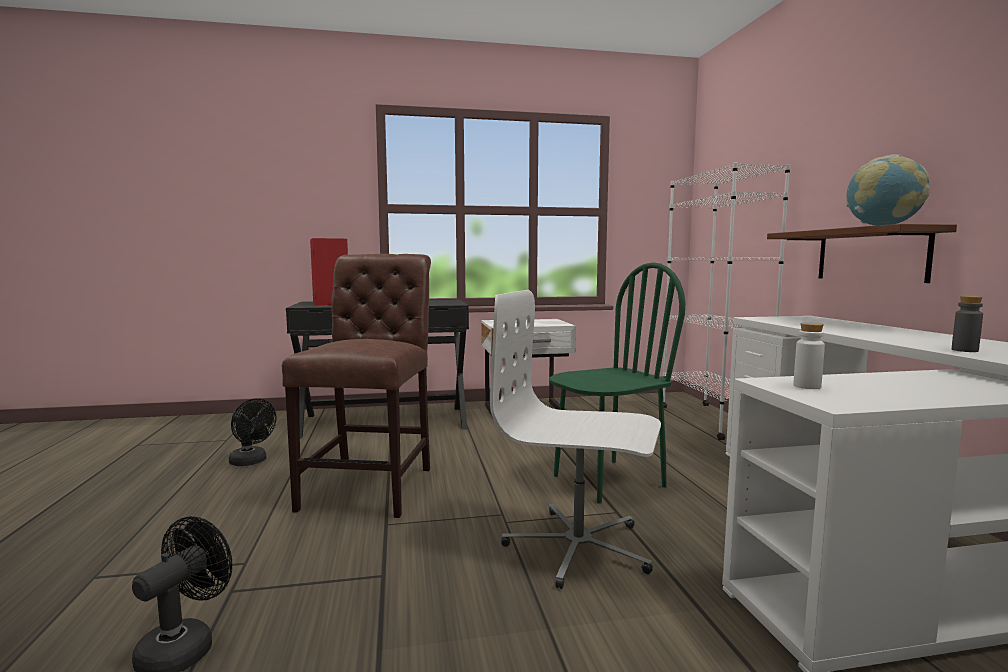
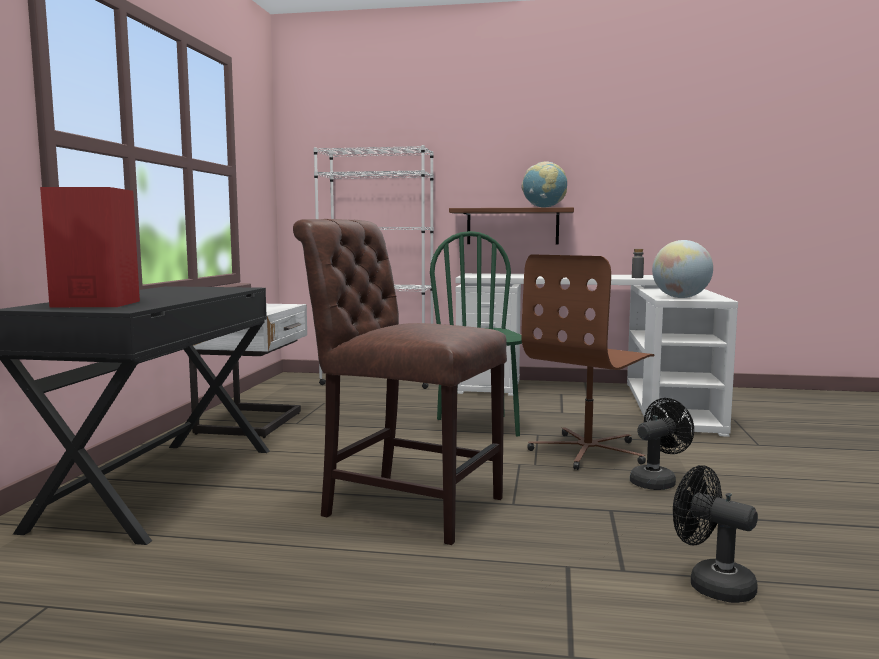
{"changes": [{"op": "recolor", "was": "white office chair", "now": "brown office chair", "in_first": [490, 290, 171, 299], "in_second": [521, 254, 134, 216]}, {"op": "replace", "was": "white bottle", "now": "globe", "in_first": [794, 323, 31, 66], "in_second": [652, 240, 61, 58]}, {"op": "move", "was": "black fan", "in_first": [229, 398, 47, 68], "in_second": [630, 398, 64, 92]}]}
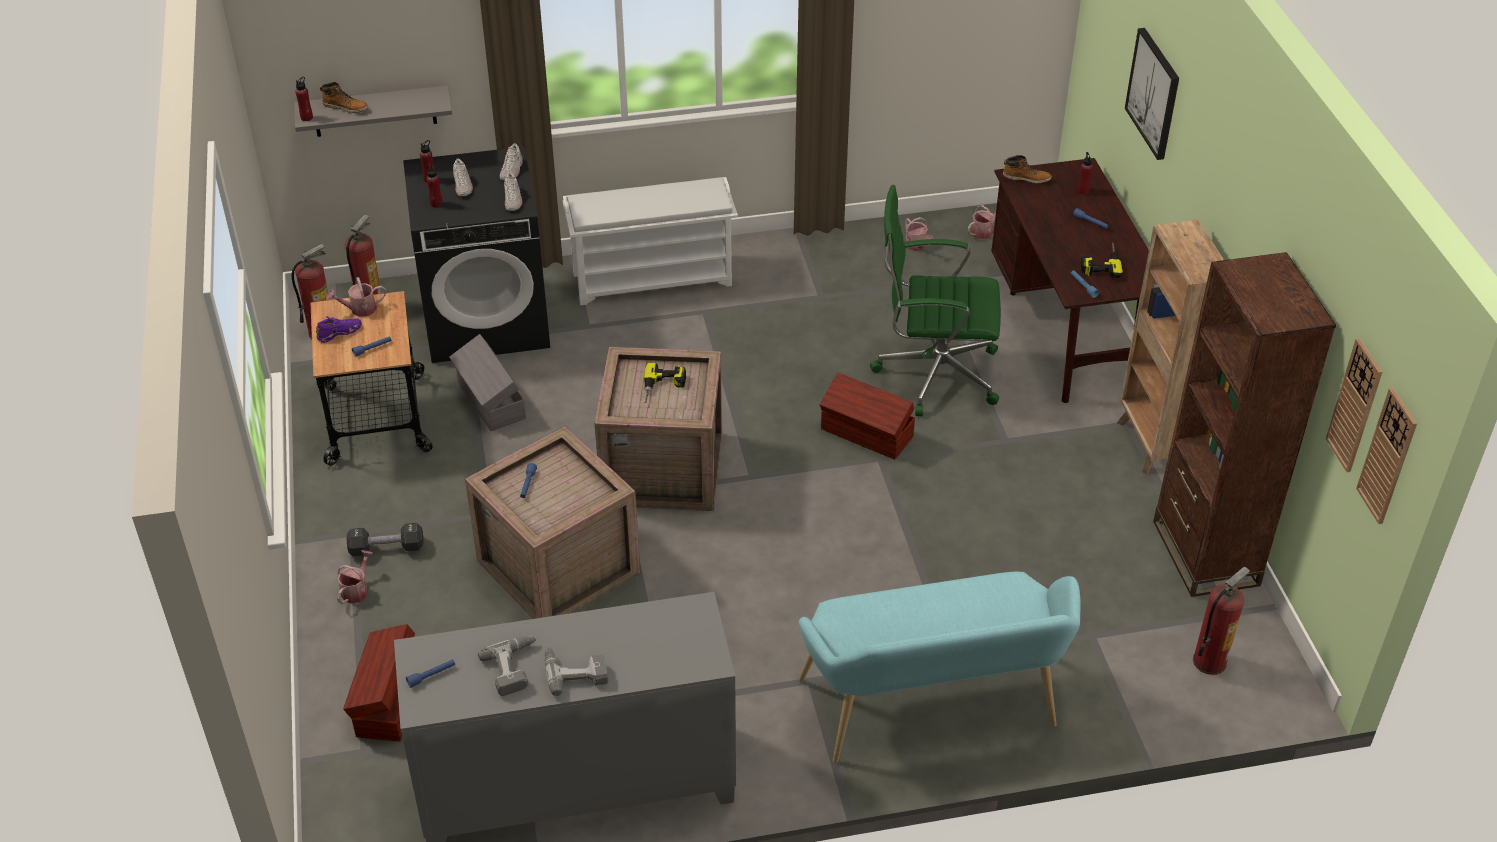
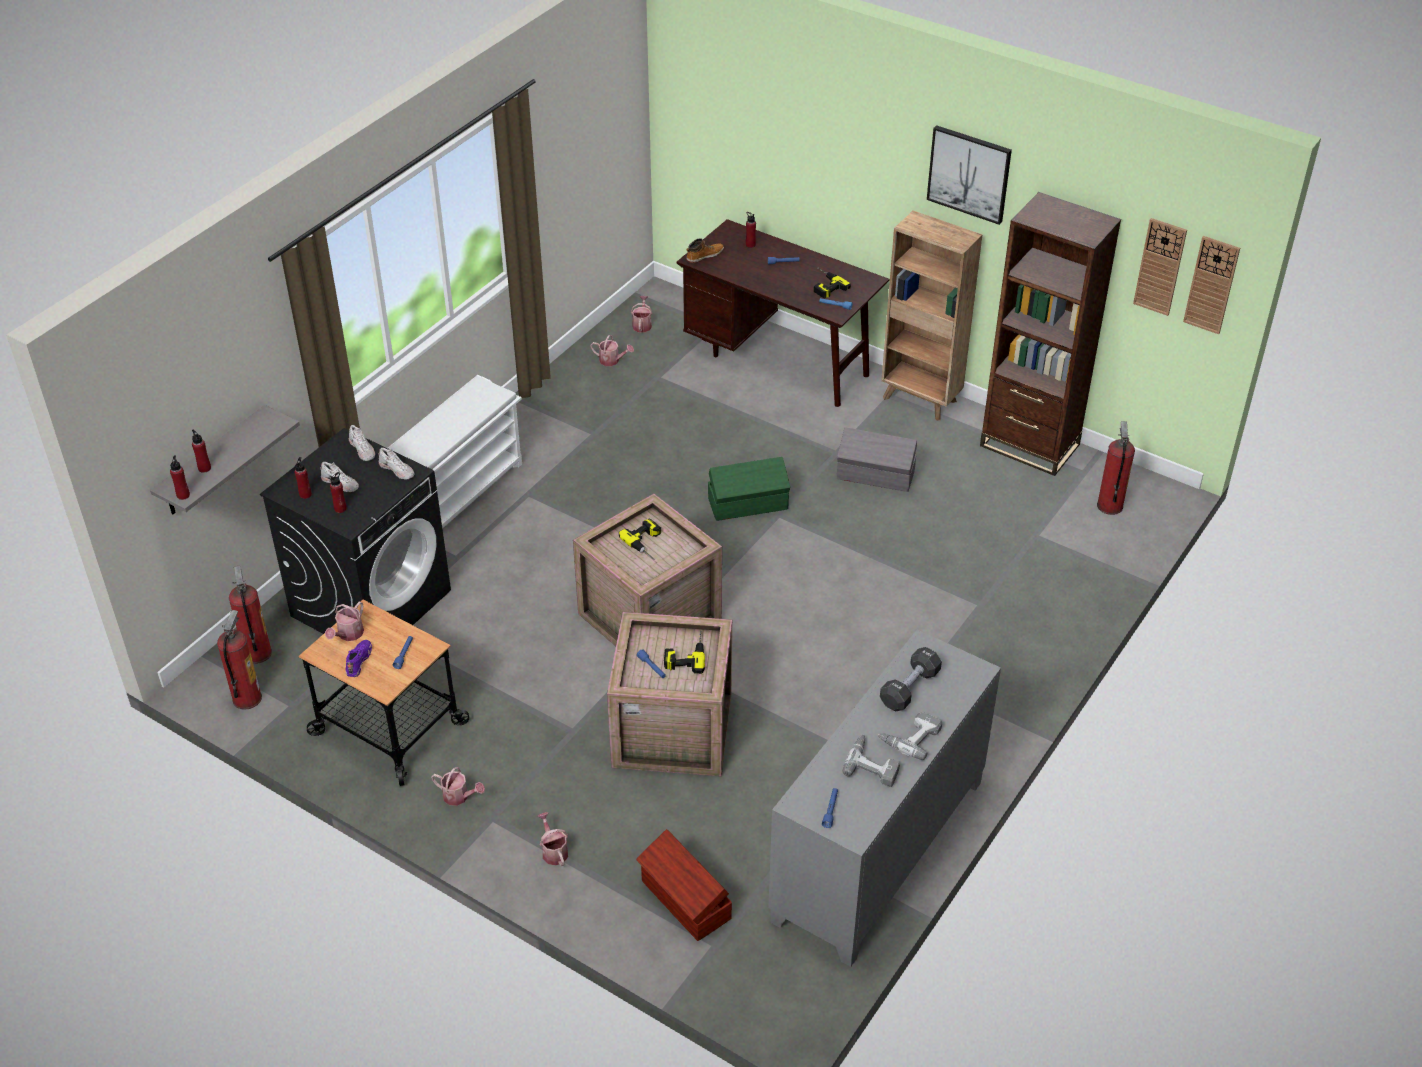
{"changes": [{"op": "move", "was": "picture", "in_first": [1125, 28, 54, 132], "in_second": [927, 125, 85, 100]}, {"op": "replace", "was": "boot", "now": "red bottle", "in_first": [320, 82, 48, 31], "in_second": [192, 430, 19, 43]}, {"op": "delete", "was": "green office chair", "in_first": [870, 185, 131, 231]}, {"op": "move", "was": "grey storage box", "in_first": [449, 334, 77, 97], "in_second": [837, 427, 80, 65]}, {"op": "recolor", "was": "brown storage box", "now": "green storage box", "in_first": [820, 373, 95, 87], "in_second": [708, 457, 82, 64]}, {"op": "move", "was": "black dumbbell", "in_first": [347, 523, 77, 33], "in_second": [880, 647, 62, 64]}, {"op": "delete", "was": "turquoise bench", "in_first": [799, 572, 282, 191]}, {"op": "insert", "now": "power drill", "in_second": [664, 631, 41, 43]}, {"op": "insert", "now": "watering can", "in_second": [431, 767, 54, 39]}]}
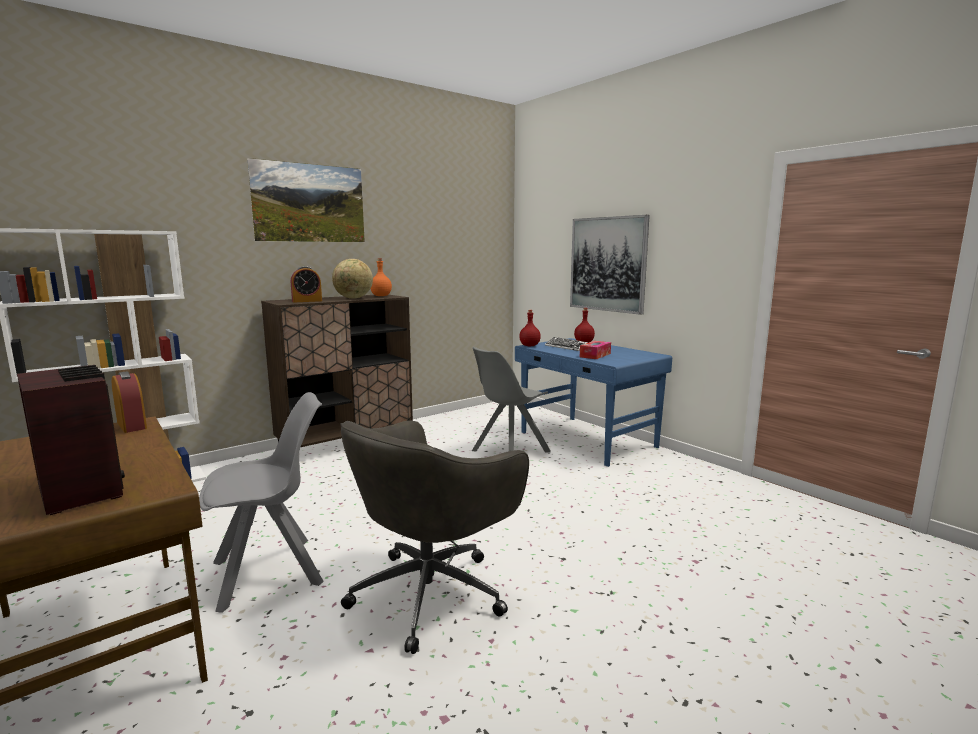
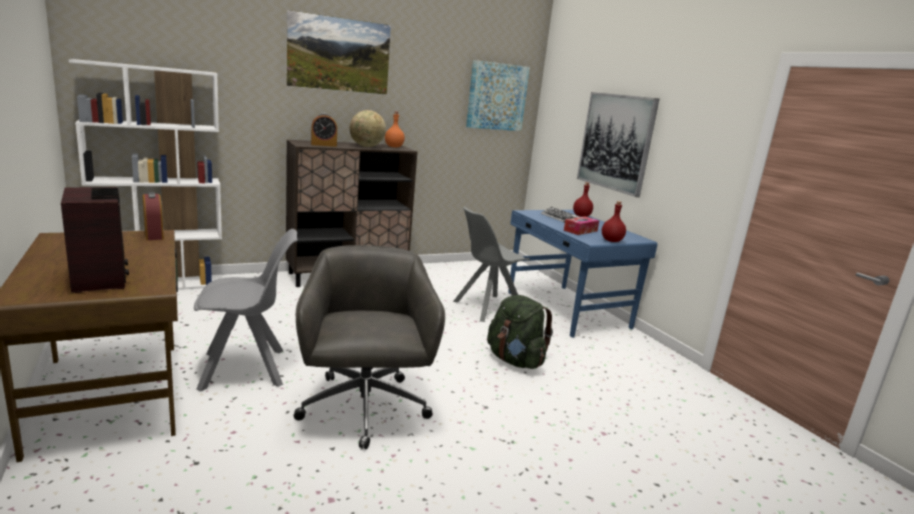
{"changes": [{"op": "move", "was": "red bottle", "in_first": [519, 310, 22, 36], "in_second": [602, 201, 24, 41]}, {"op": "rotate", "was": "grey office chair", "in_first": [340, 421, 189, 233], "in_second": [294, 245, 151, 204], "clockwise": 120}, {"op": "insert", "now": "picture", "in_second": [466, 60, 64, 71]}, {"op": "insert", "now": "green backpack", "in_second": [487, 295, 66, 74]}]}
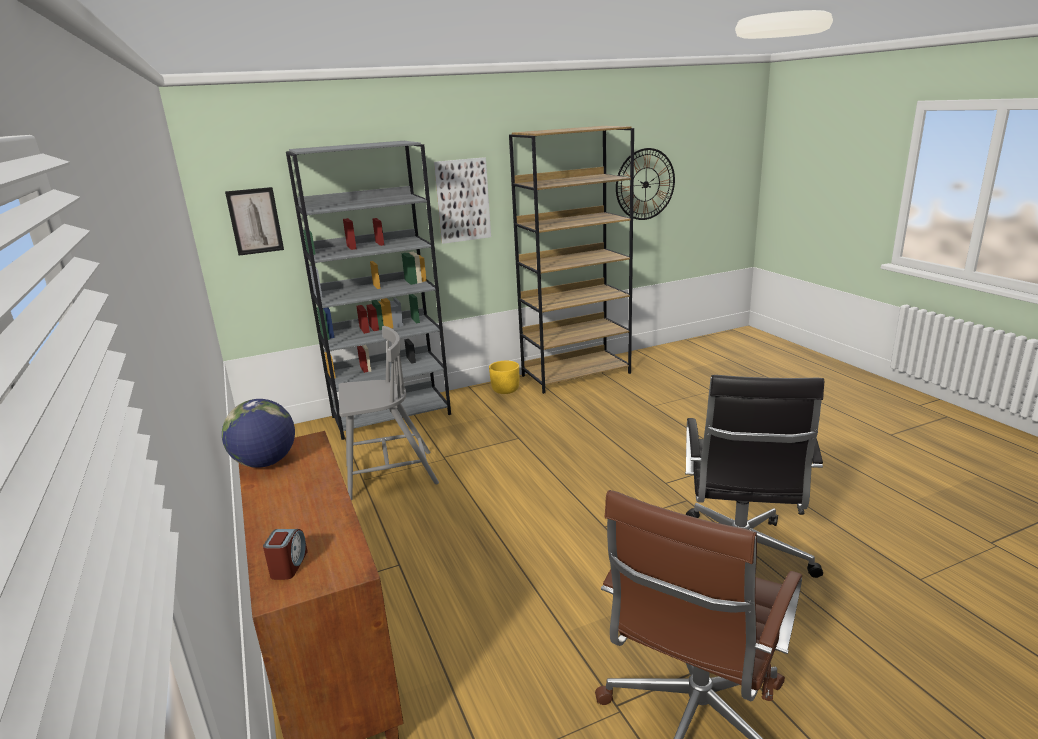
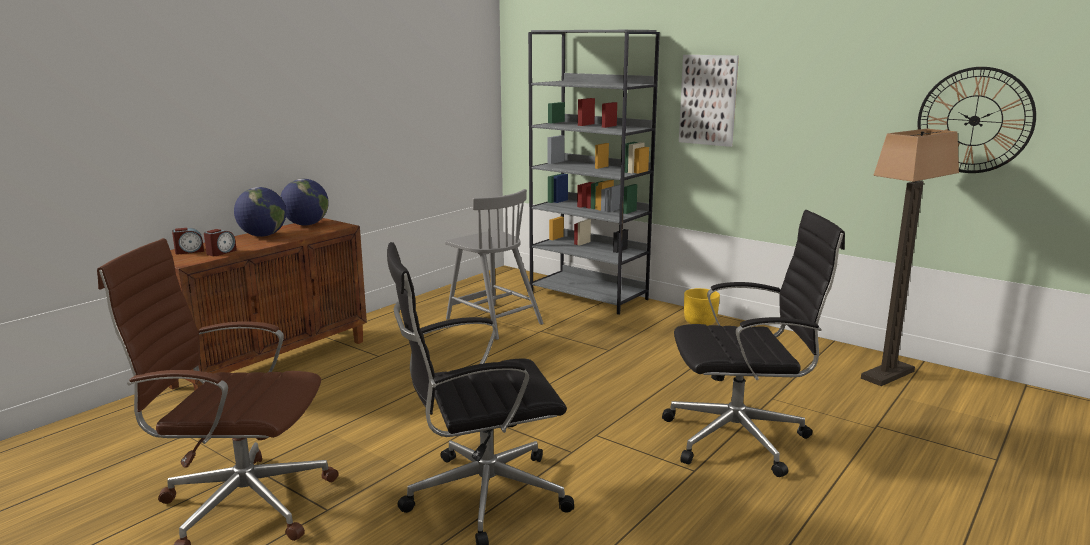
{"changes": [{"op": "delete", "was": "brown bookcase", "in_first": [509, 126, 125, 268]}, {"op": "delete", "was": "picture", "in_first": [225, 187, 59, 69]}, {"op": "insert", "now": "floor lamp", "in_second": [861, 129, 98, 257]}, {"op": "insert", "now": "globe", "in_second": [234, 187, 52, 50]}, {"op": "insert", "now": "black office chair", "in_second": [662, 210, 183, 267]}, {"op": "insert", "now": "alarm clock", "in_second": [204, 229, 33, 27]}]}
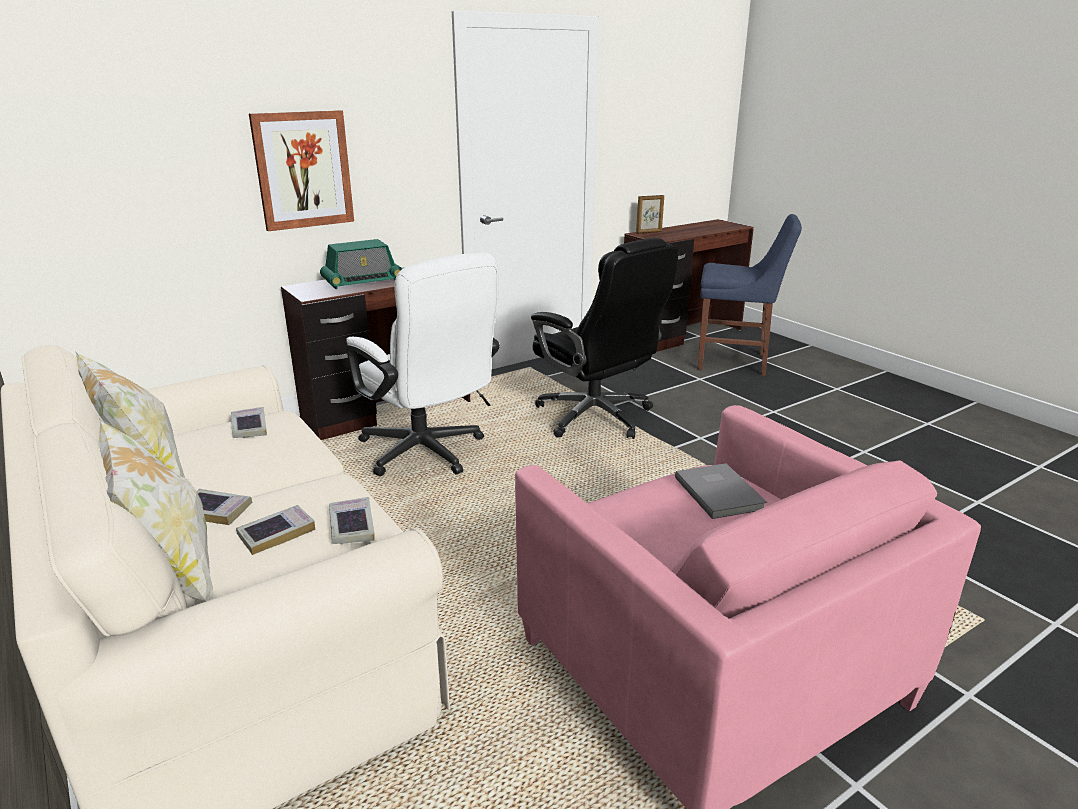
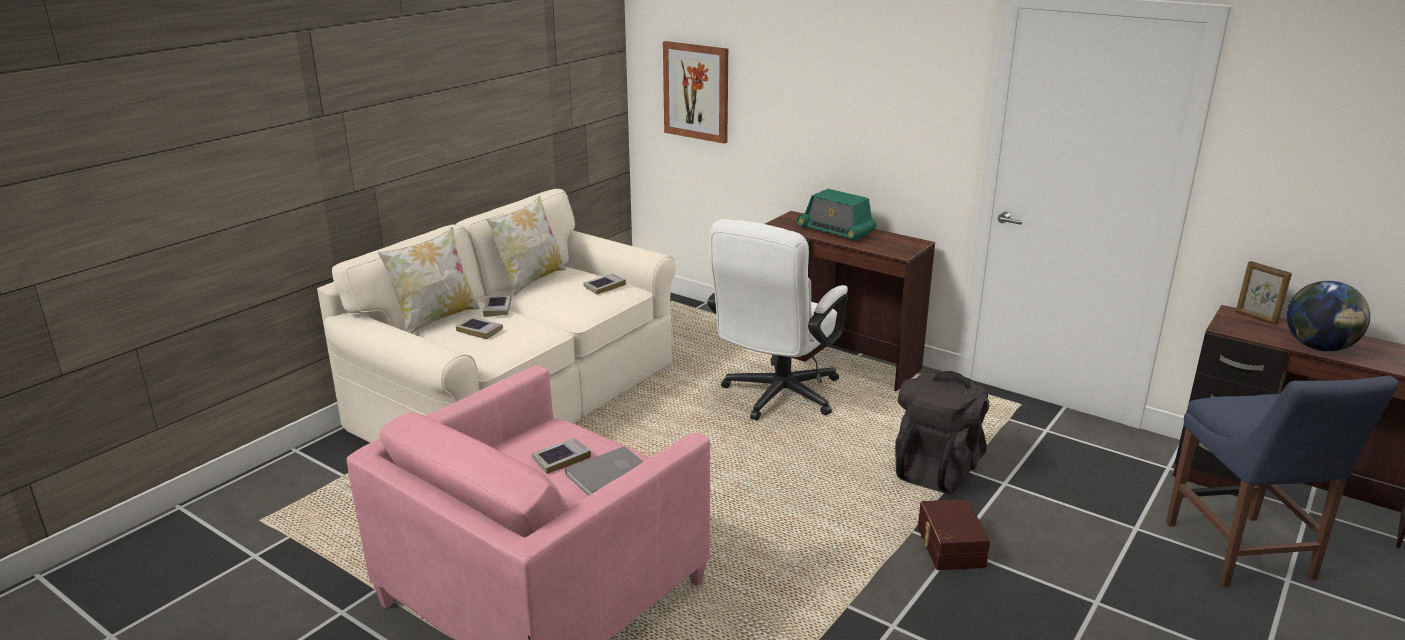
{"changes": [{"op": "move", "was": "picture", "in_first": [249, 110, 105, 121], "in_second": [663, 41, 65, 103]}, {"op": "replace", "was": "black office chair", "now": "black backpack", "in_first": [531, 238, 147, 201], "in_second": [895, 371, 95, 123]}, {"op": "move", "was": "book", "in_first": [329, 497, 45, 47], "in_second": [532, 438, 59, 36]}, {"op": "insert", "now": "globe", "in_second": [1287, 281, 83, 70]}, {"op": "insert", "now": "brown storage box", "in_second": [918, 499, 72, 71]}]}
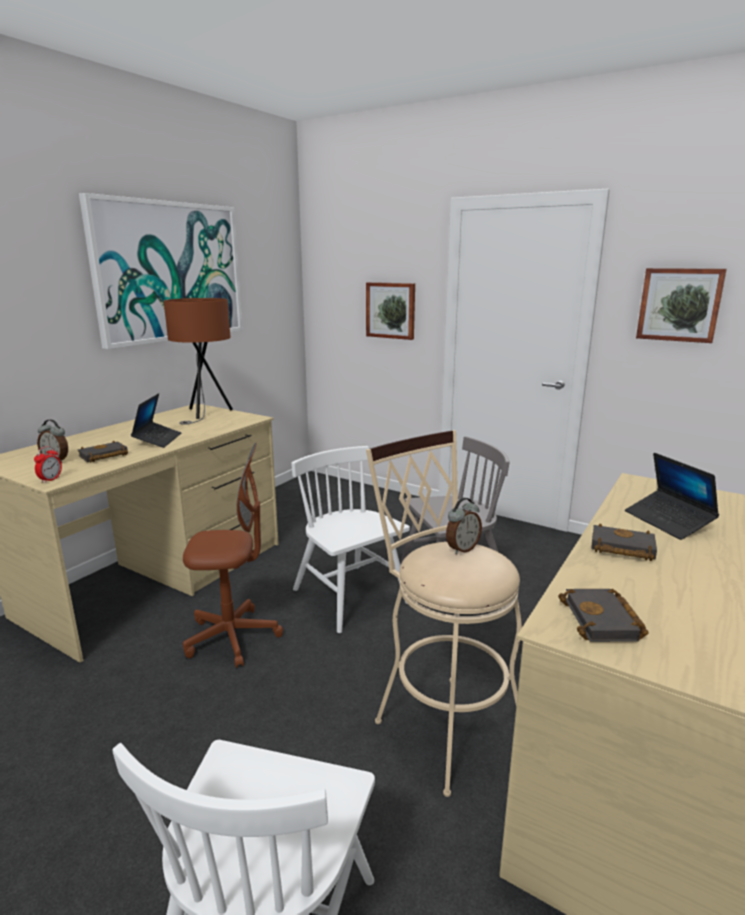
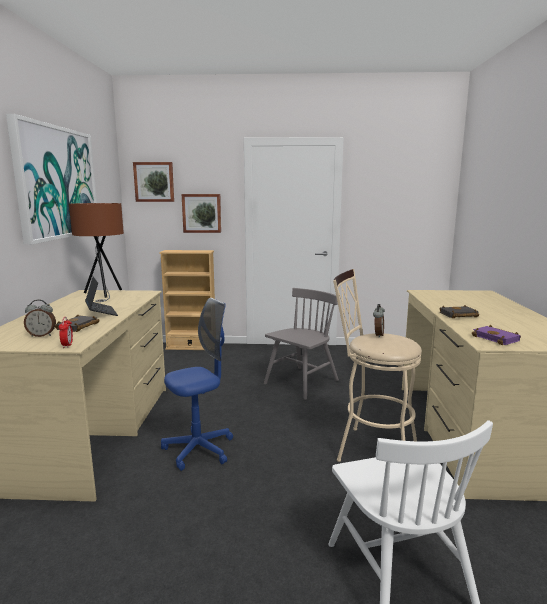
{"changes": [{"op": "move", "was": "picture", "in_first": [636, 268, 91, 75], "in_second": [133, 162, 41, 40]}, {"op": "recolor", "was": "brown office chair", "now": "blue office chair", "in_first": [183, 443, 100, 225], "in_second": [161, 298, 72, 173]}, {"op": "delete", "was": "white chair", "in_first": [291, 446, 119, 187]}, {"op": "delete", "was": "laptop", "in_first": [625, 453, 94, 87]}, {"op": "recolor", "was": "black book", "now": "purple book", "in_first": [558, 589, 91, 53], "in_second": [472, 325, 49, 20]}, {"op": "insert", "now": "beige bookcase", "in_second": [159, 250, 56, 100]}]}
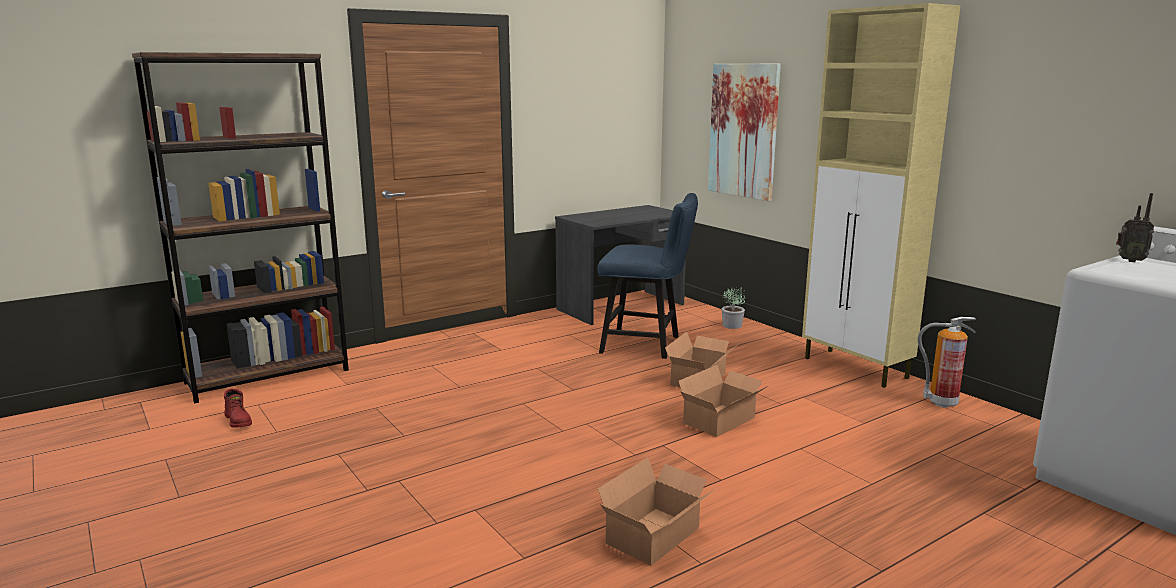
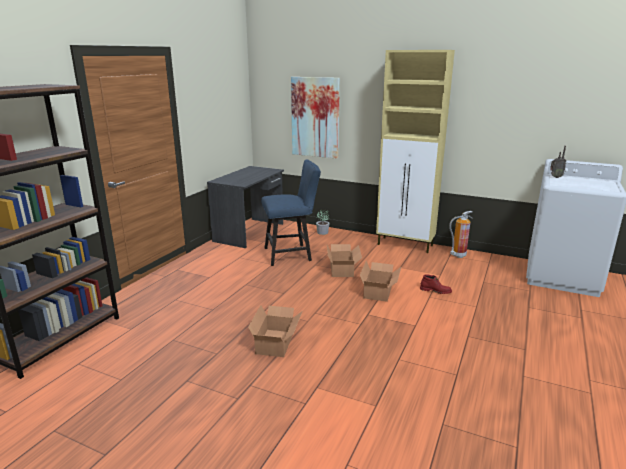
{"changes": [{"op": "move", "was": "red boot", "in_first": [224, 389, 28, 39], "in_second": [420, 274, 32, 20]}, {"op": "move", "was": "cardboard box", "in_first": [598, 458, 118, 108], "in_second": [248, 305, 54, 52]}]}
